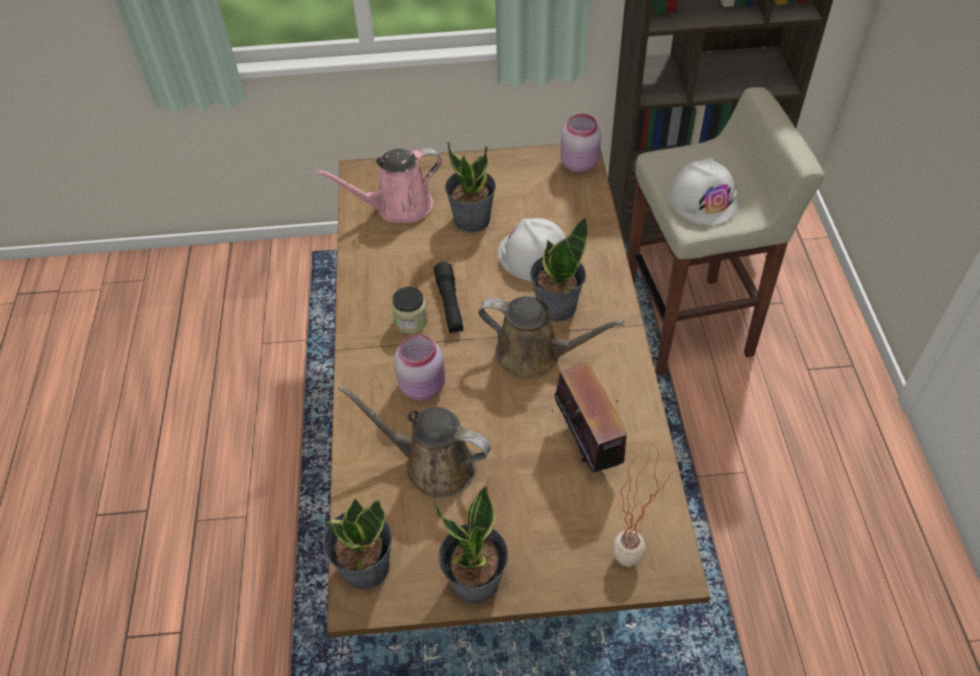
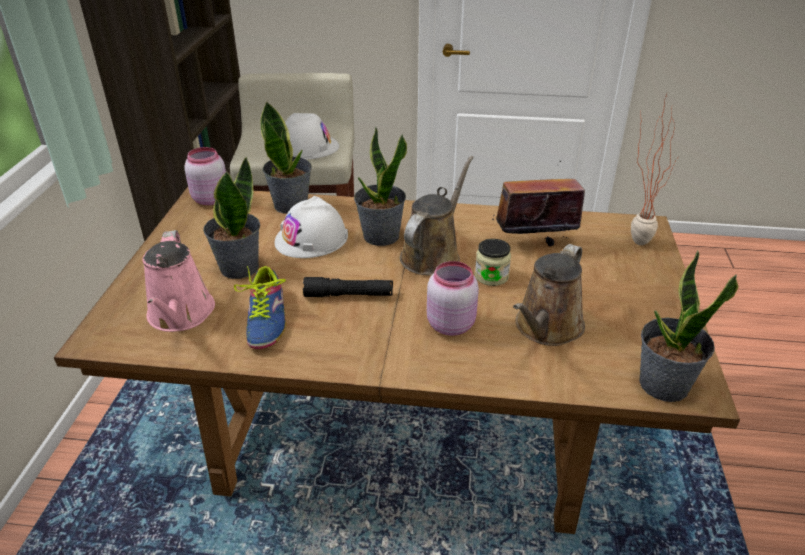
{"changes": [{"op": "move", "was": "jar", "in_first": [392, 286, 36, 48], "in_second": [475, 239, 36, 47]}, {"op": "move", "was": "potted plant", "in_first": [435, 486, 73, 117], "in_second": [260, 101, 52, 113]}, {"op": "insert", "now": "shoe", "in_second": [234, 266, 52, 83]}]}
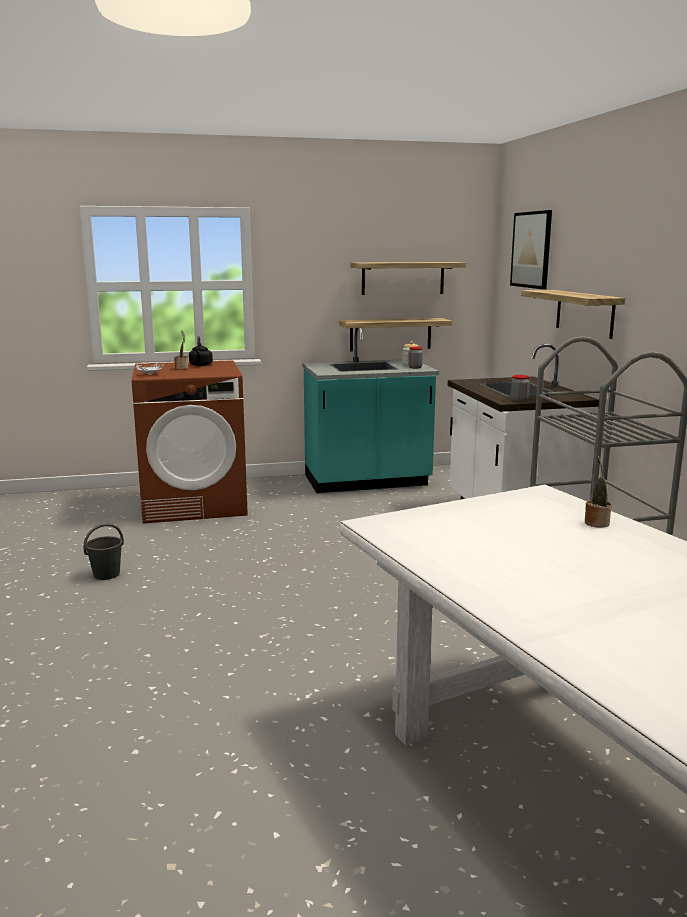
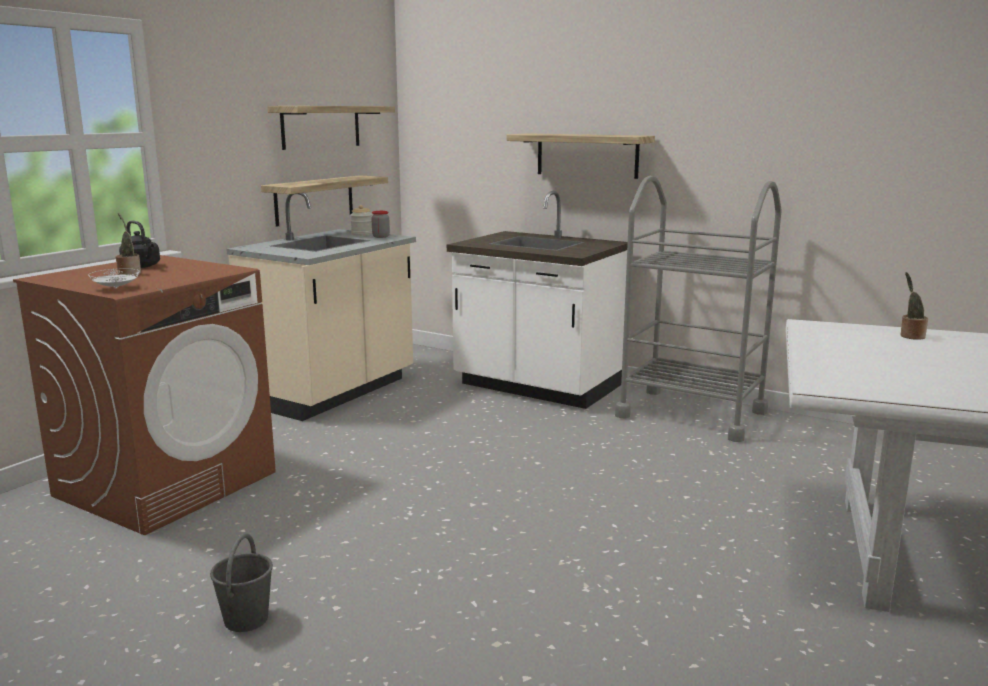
{"changes": [{"op": "delete", "was": "picture", "in_first": [510, 210, 42, 79]}, {"op": "recolor", "was": "turquoise counter", "now": "beige counter", "in_first": [302, 328, 137, 165], "in_second": [226, 193, 190, 228]}, {"op": "delete", "was": "jar", "in_first": [511, 375, 19, 27]}]}
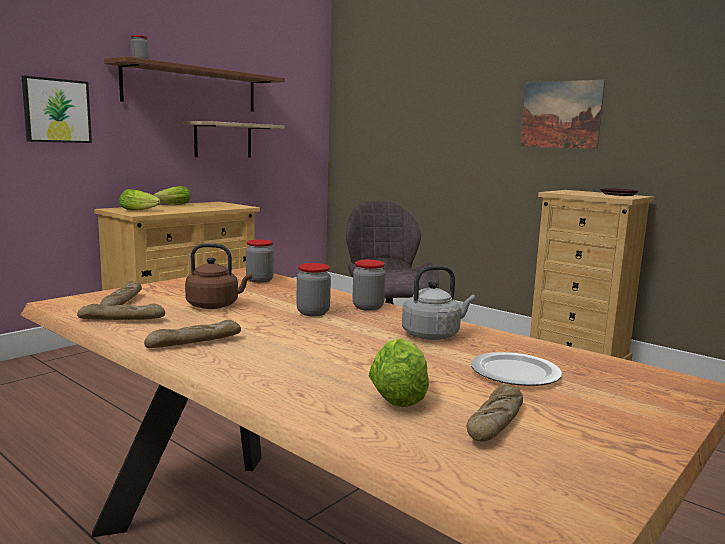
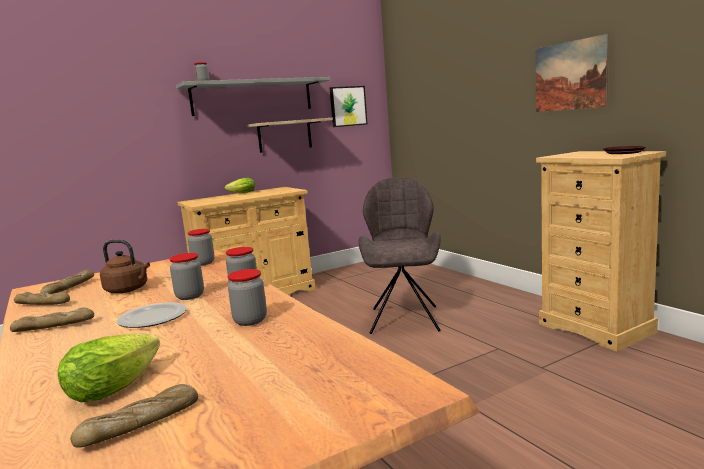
{"changes": [{"op": "recolor", "was": "brown shelf", "now": "grey shelf", "in_first": [104, 56, 181, 56], "in_second": [176, 77, 154, 39]}, {"op": "move", "was": "picture", "in_first": [22, 76, 70, 67], "in_second": [330, 86, 38, 41]}, {"op": "delete", "was": "lettuce", "in_first": [119, 189, 41, 22]}, {"op": "replace", "was": "grey kettle", "now": "jar", "in_first": [402, 266, 73, 74], "in_second": [228, 269, 39, 57]}, {"op": "move", "was": "plate", "in_first": [471, 352, 91, 34], "in_second": [117, 302, 70, 26]}]}
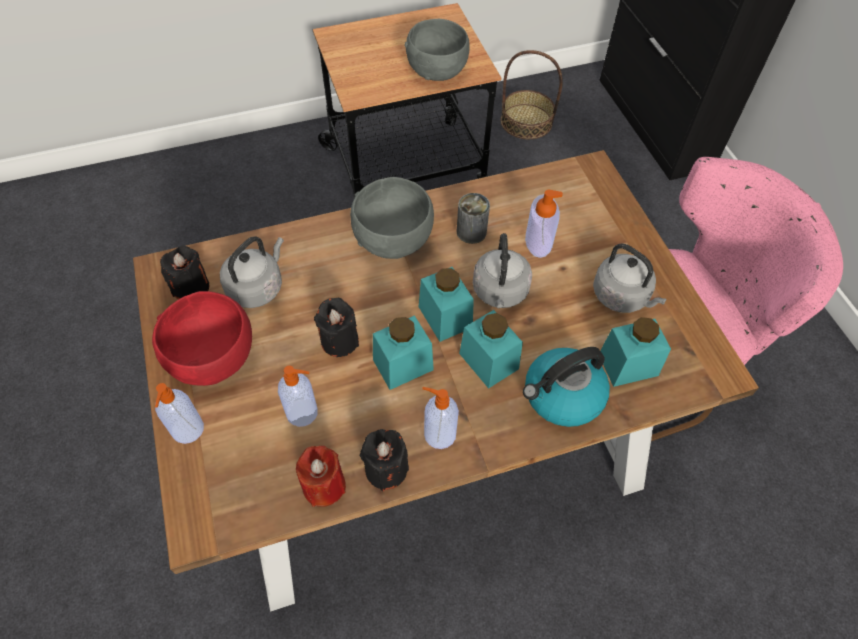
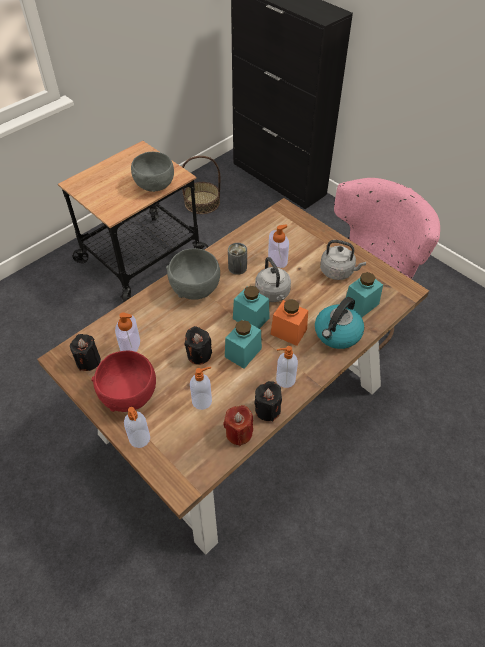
{"changes": [{"op": "replace", "was": "grey kettle", "now": "soap dispenser", "in_first": [220, 236, 64, 72], "in_second": [115, 312, 25, 40]}, {"op": "recolor", "was": "turquoise jar", "now": "orange jar", "in_first": [459, 310, 64, 79], "in_second": [270, 299, 38, 47]}]}
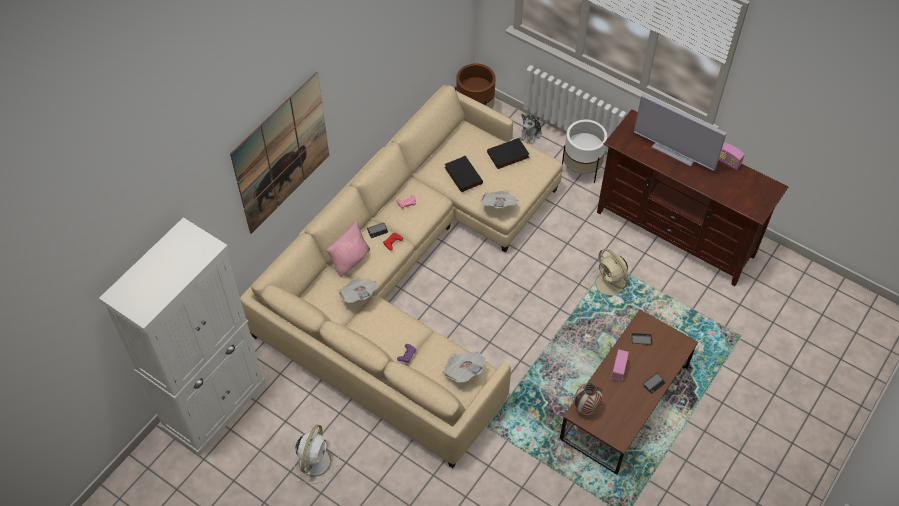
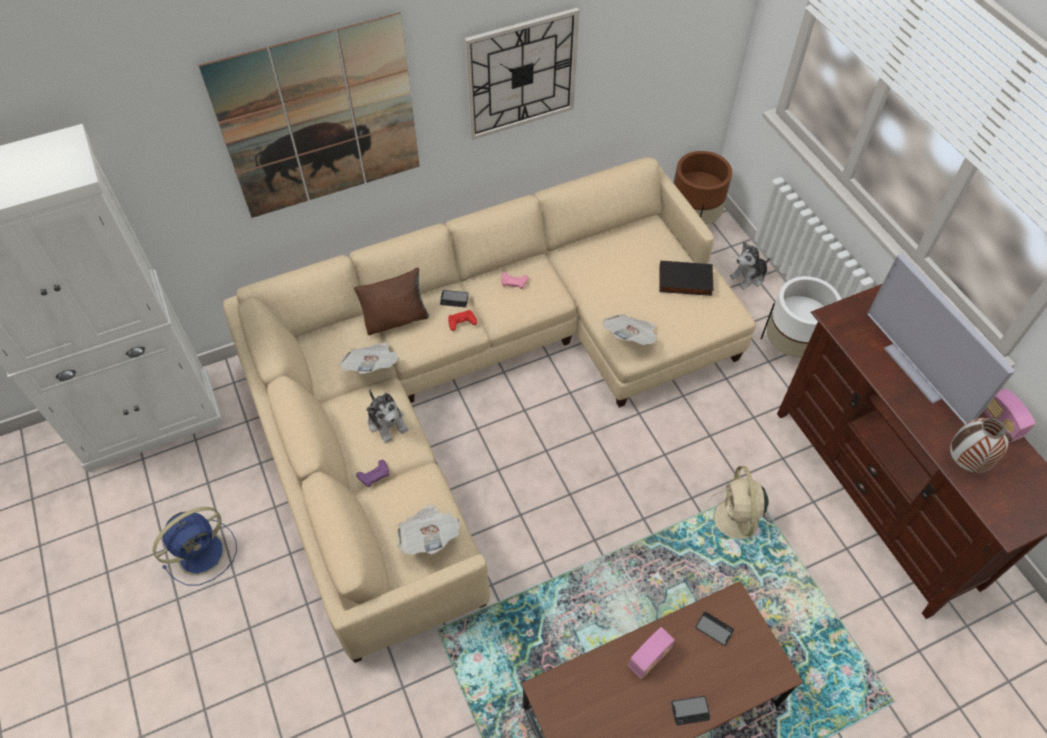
{"changes": [{"op": "delete", "was": "black book", "in_first": [444, 156, 39, 36]}, {"op": "recolor", "was": "pink pillow", "now": "brown pillow", "in_first": [326, 220, 44, 58], "in_second": [354, 267, 75, 68]}, {"op": "move", "was": "vase", "in_first": [574, 383, 28, 32], "in_second": [950, 417, 62, 56]}, {"op": "recolor", "was": "white fan", "now": "blue fan", "in_first": [293, 425, 46, 59], "in_second": [153, 507, 84, 78]}, {"op": "insert", "now": "wall clock", "in_second": [464, 8, 115, 132]}, {"op": "insert", "now": "plush toy", "in_second": [366, 389, 43, 54]}]}
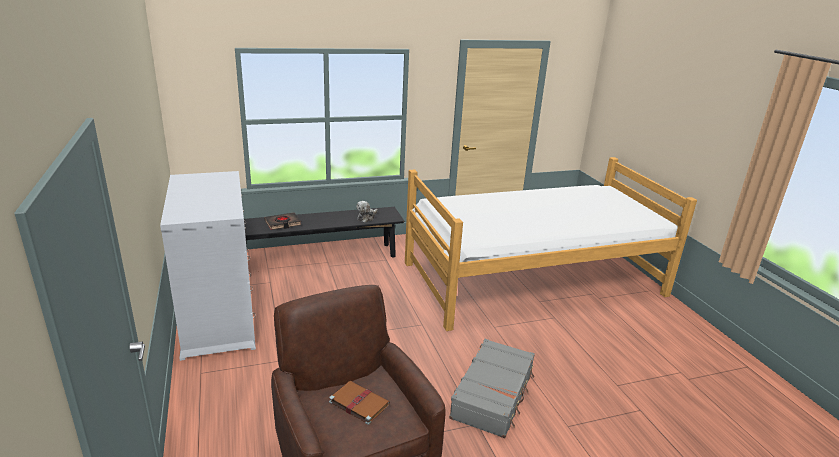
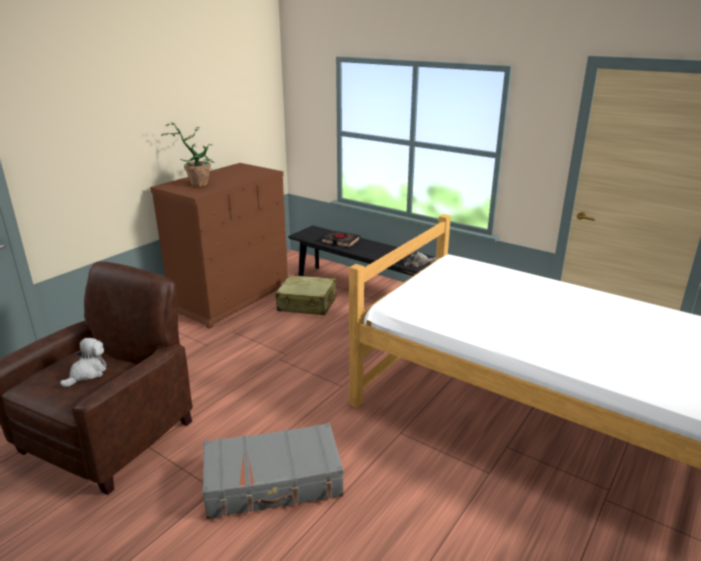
{"changes": [{"op": "recolor", "was": "white dresser", "now": "brown dresser", "in_first": [160, 171, 96, 190], "in_second": [150, 163, 138, 166]}, {"op": "replace", "was": "brown book", "now": "plush toy", "in_first": [329, 381, 61, 44], "in_second": [60, 338, 47, 49]}, {"op": "insert", "now": "potted plant", "in_second": [161, 122, 57, 65]}, {"op": "insert", "now": "beige suitcase", "in_second": [275, 275, 62, 40]}]}
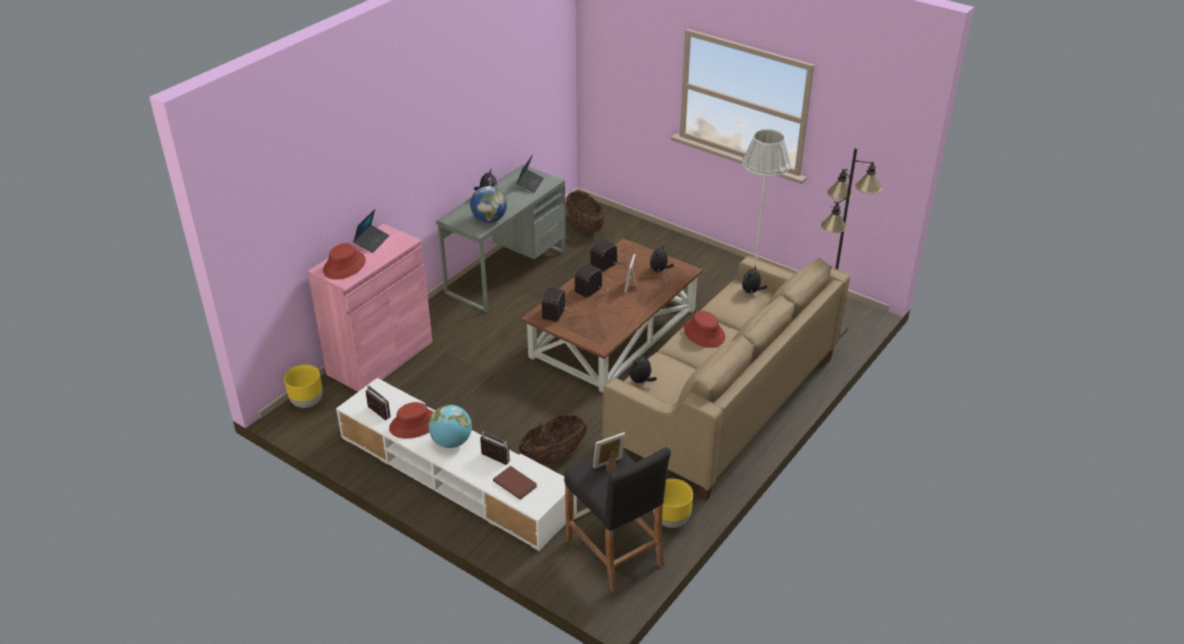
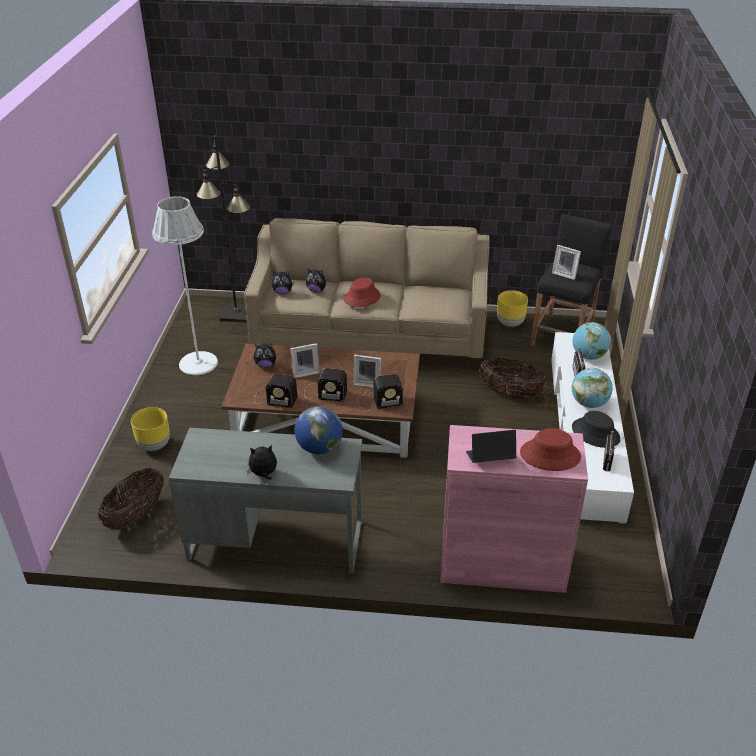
{"changes": [{"op": "delete", "was": "laptop", "in_first": [516, 154, 28, 39]}, {"op": "move", "was": "plush toy", "in_first": [629, 353, 28, 30], "in_second": [306, 269, 23, 24]}, {"op": "move", "was": "yellow planter", "in_first": [284, 365, 39, 43], "in_second": [131, 407, 39, 44]}, {"op": "recolor", "was": "red hat", "now": "black hat", "in_first": [389, 402, 45, 37], "in_second": [572, 411, 48, 37]}, {"op": "replace", "was": "brown book", "now": "globe", "in_first": [493, 466, 44, 34], "in_second": [573, 322, 38, 38]}, {"op": "insert", "now": "picture frame", "in_second": [353, 355, 28, 32]}]}
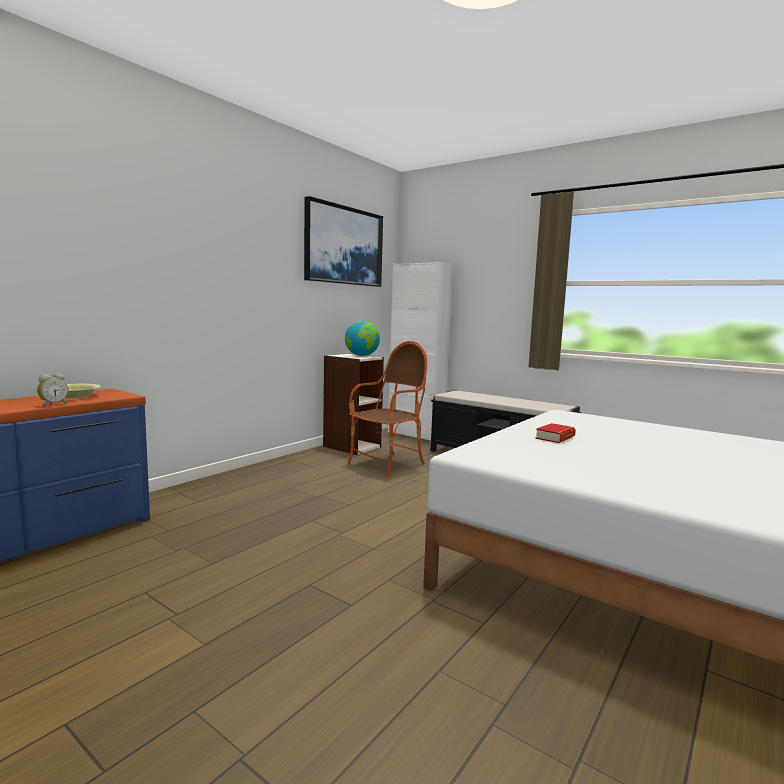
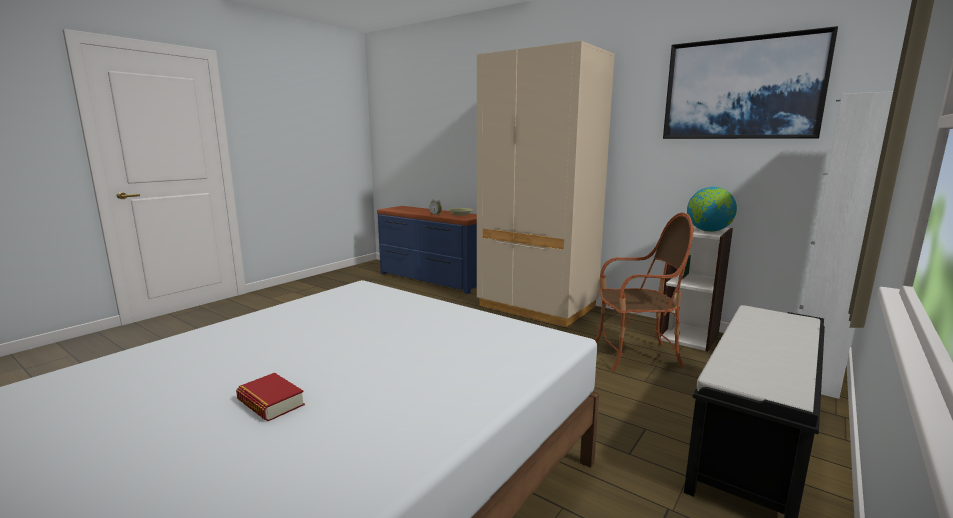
{"changes": [{"op": "rotate", "was": "armchair", "in_first": [347, 341, 80, 137], "in_second": [595, 213, 98, 158], "clockwise": -45}, {"op": "move", "was": "book", "in_first": [535, 423, 41, 20], "in_second": [236, 373, 69, 48]}, {"op": "insert", "now": "beige wardrobe", "in_second": [477, 41, 138, 287]}]}
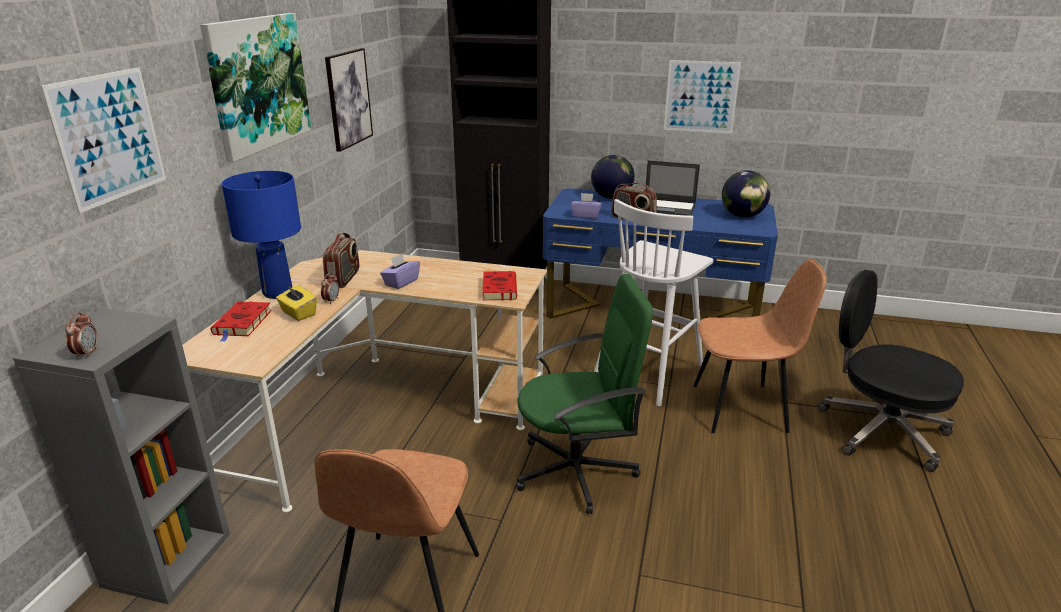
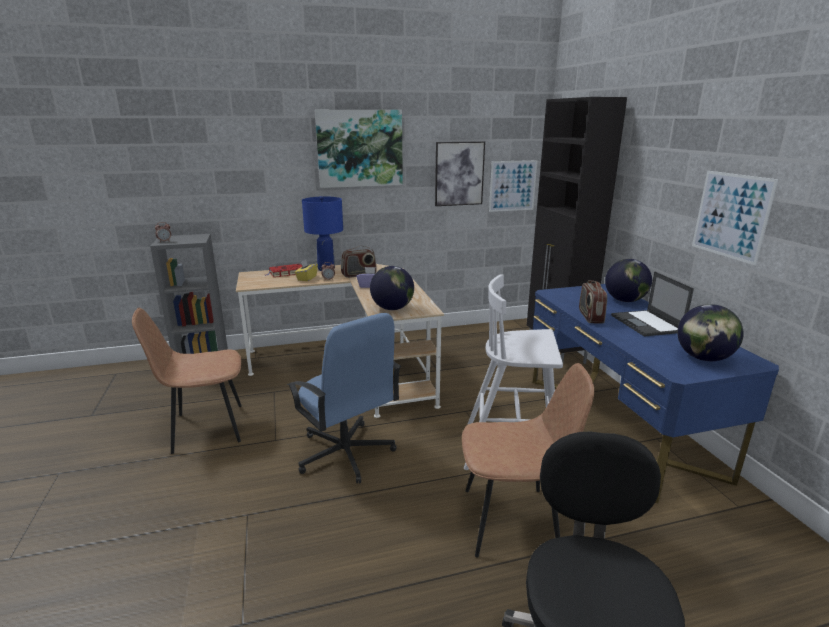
{"changes": [{"op": "move", "was": "picture", "in_first": [41, 67, 125, 146], "in_second": [489, 160, 48, 52]}, {"op": "delete", "was": "purple tissue box", "in_first": [571, 193, 31, 26]}, {"op": "rotate", "was": "brown chair", "in_first": [694, 258, 133, 175], "in_second": [462, 363, 132, 195], "clockwise": -60}, {"op": "replace", "was": "red book", "now": "globe", "in_first": [482, 271, 35, 30], "in_second": [370, 266, 44, 44]}, {"op": "recolor", "was": "green office chair", "now": "blue office chair", "in_first": [516, 274, 137, 240], "in_second": [287, 313, 114, 171]}]}
